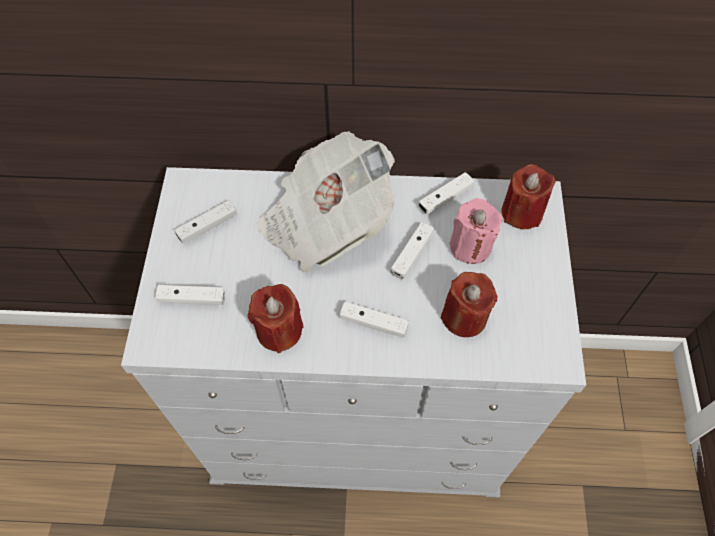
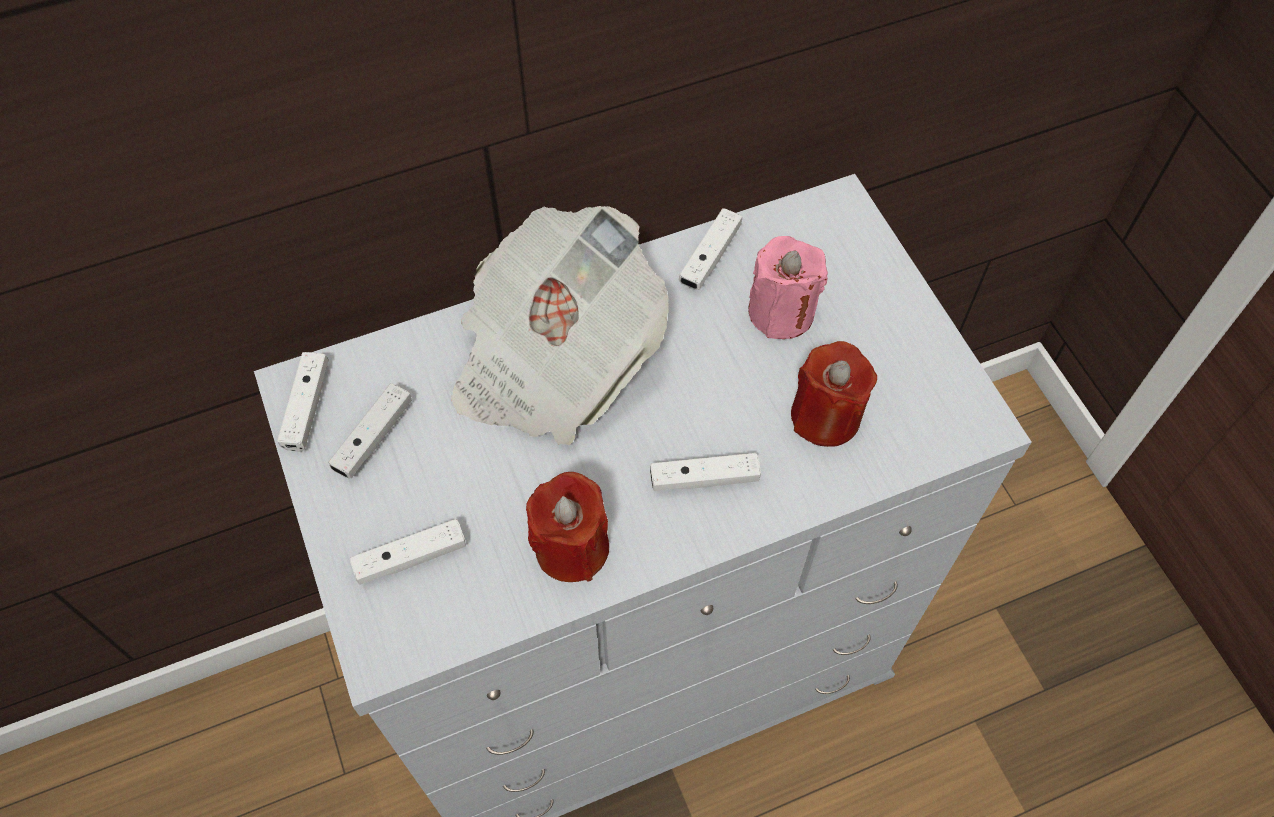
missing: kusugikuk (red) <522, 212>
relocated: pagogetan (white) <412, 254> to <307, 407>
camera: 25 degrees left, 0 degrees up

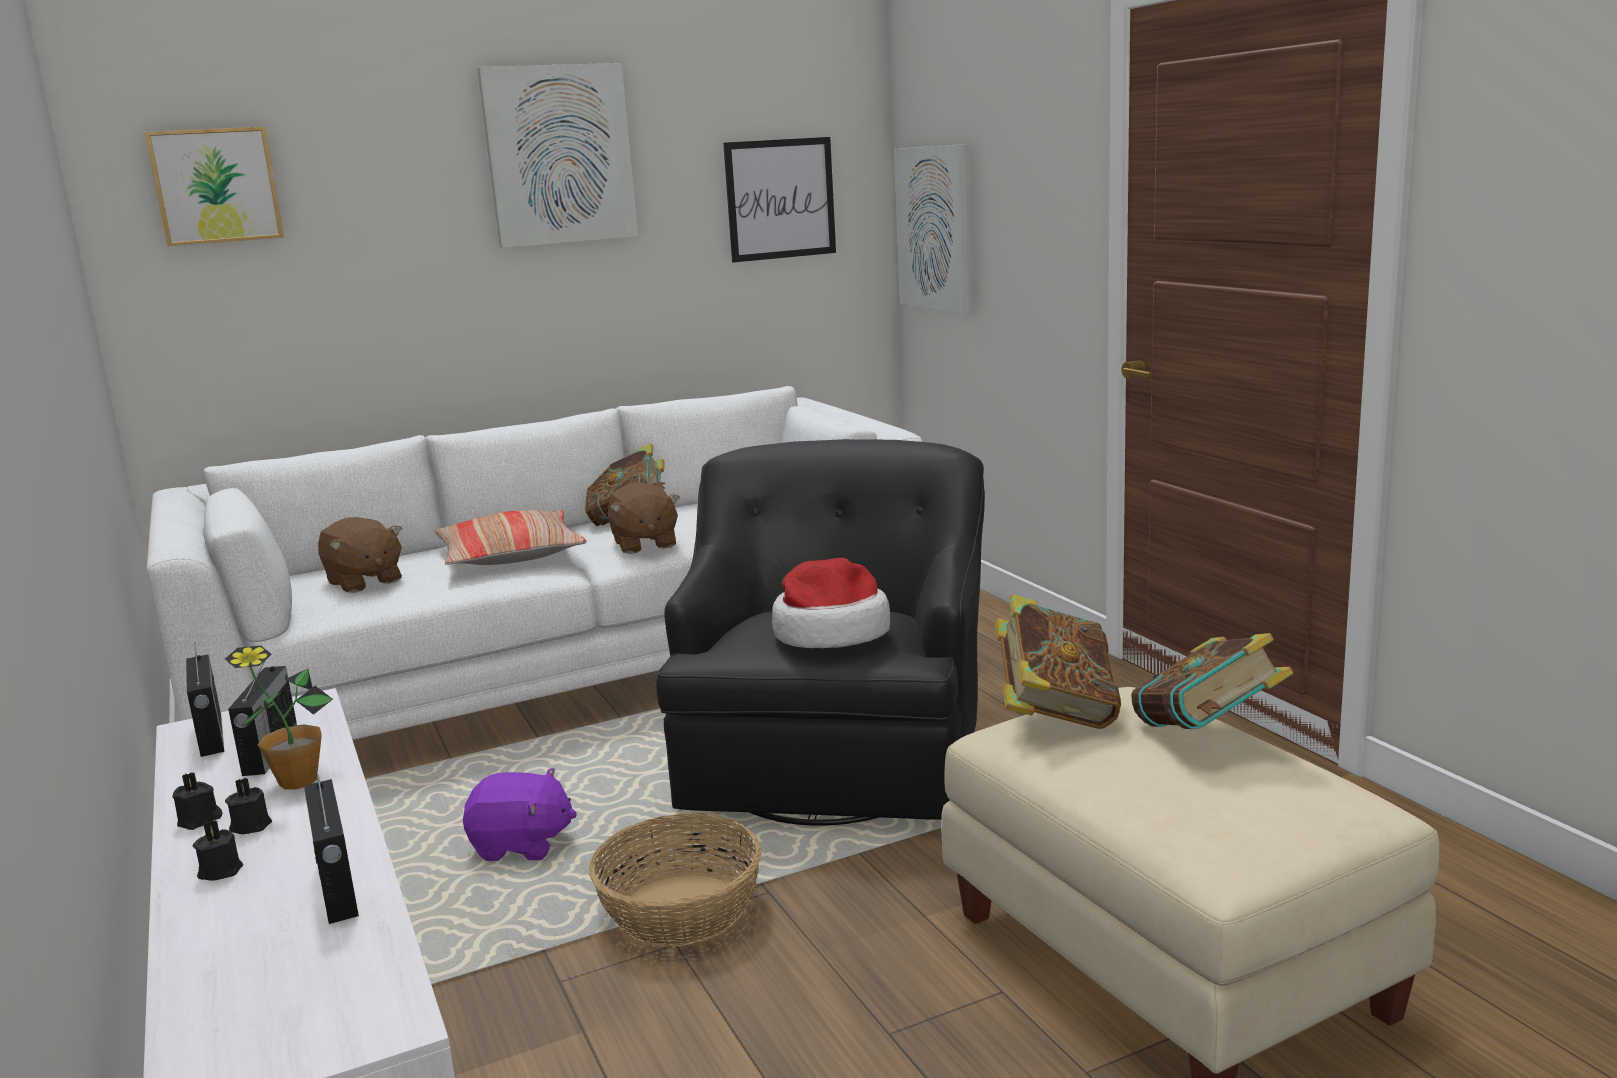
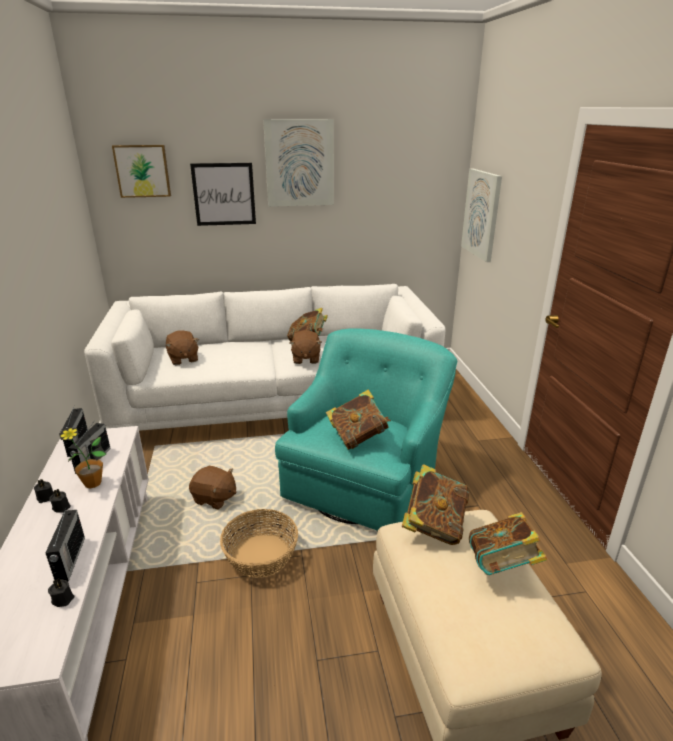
missing: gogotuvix <510, 555>
relocated: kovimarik <780, 199> to <224, 194>; kusugikuk (black) <220, 870> to <63, 598>
exchanged: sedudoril <830, 633> to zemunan <358, 438>
colour: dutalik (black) <837, 755> to dutalik (turquoise) <365, 479>; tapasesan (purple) <522, 845> to tapasesan (brown) <214, 498>
camera: 15 degrees right, 10 degrees up

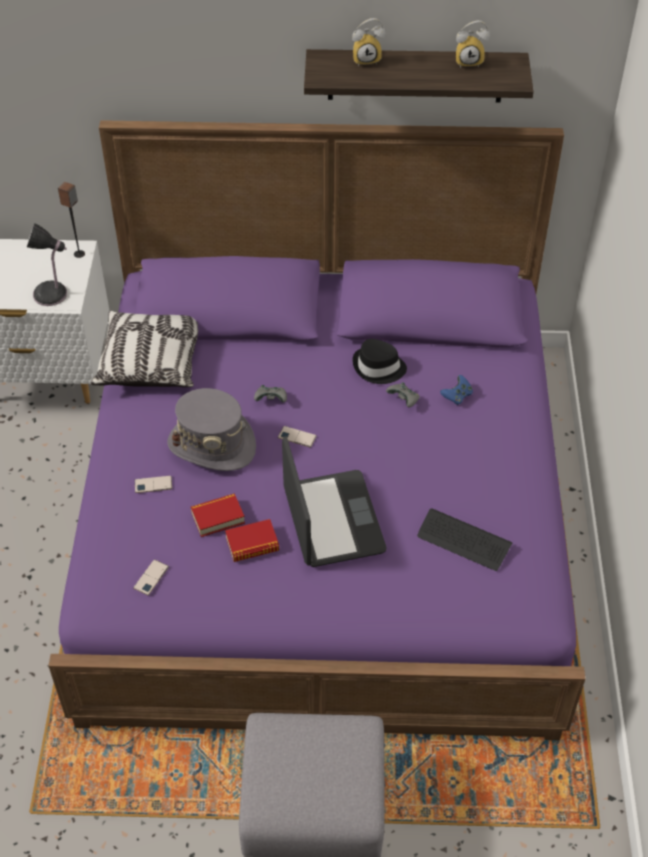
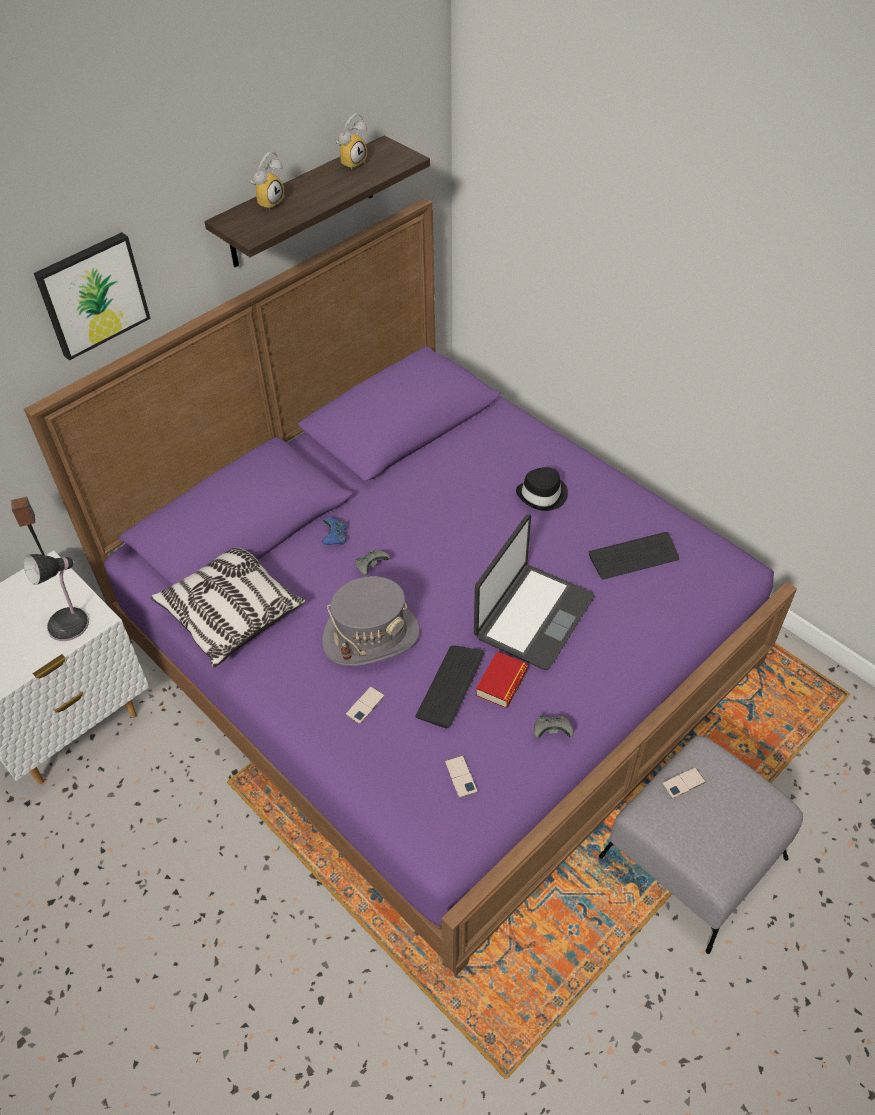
appeared: kovimarik <92, 294>
relocated: sedudoril (black) <378, 368> to <543, 495>; pagogetan (blue) <457, 396> to <335, 538>; pagogetan (grey) <404, 400> to <552, 732>; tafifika <297, 437> to <683, 783>
exchanged: zemunan <218, 518> to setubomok <450, 686>
spun: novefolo <332, 520> = <532, 616> 90 degrees clockwise
camera: 45 degrees left, 0 degrees up

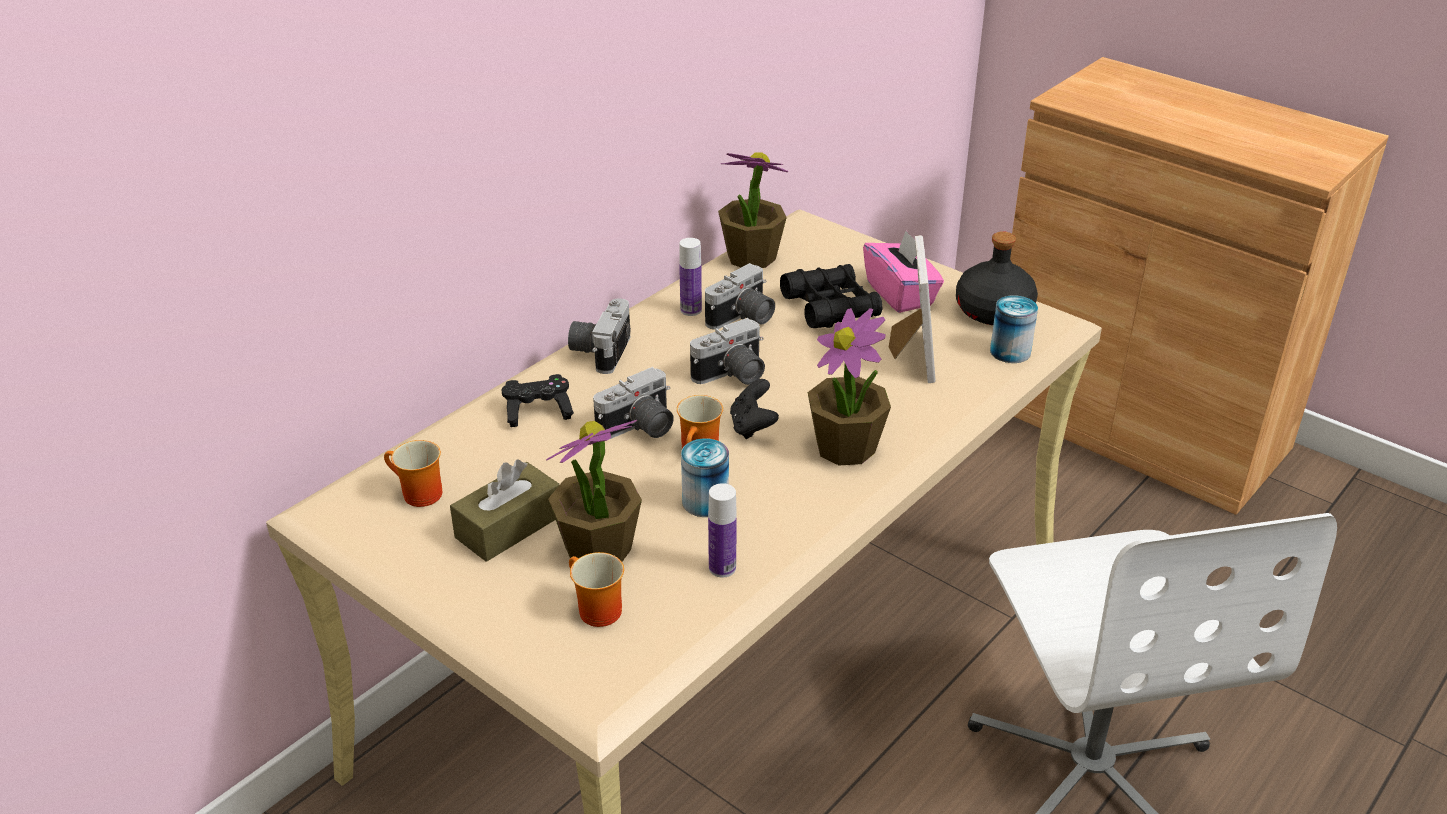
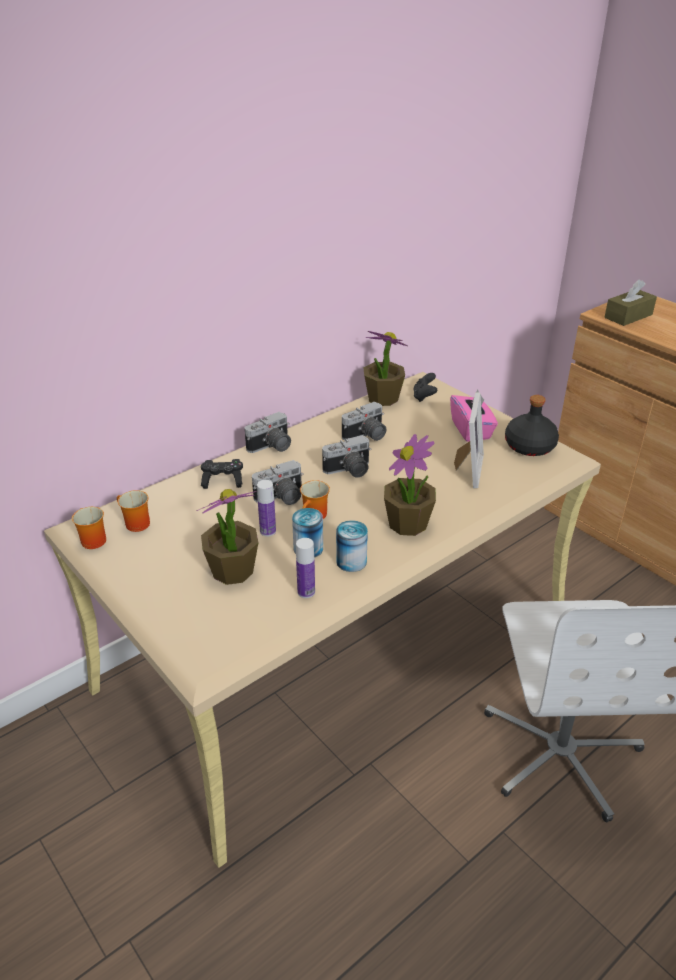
missing: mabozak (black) <830, 307>
relocated: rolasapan <691, 310> to <268, 531>; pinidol <1010, 351> to <351, 561>; pagogetan (black) <752, 426> to <424, 397>; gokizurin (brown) <509, 527> to <628, 316>; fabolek <594, 611> to <90, 540>
spun: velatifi <599, 350> = <271, 447> 150 degrees counterclockwise
camera: 10 degrees right, 0 degrees up

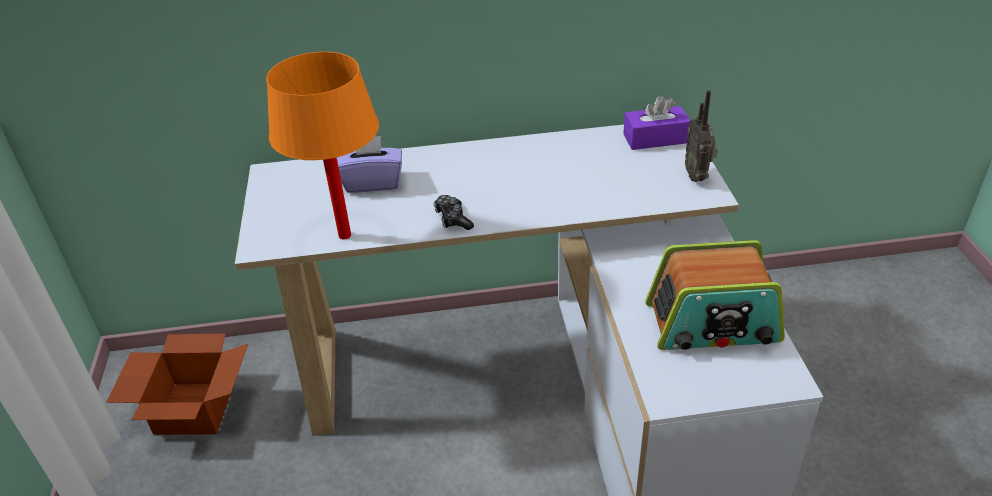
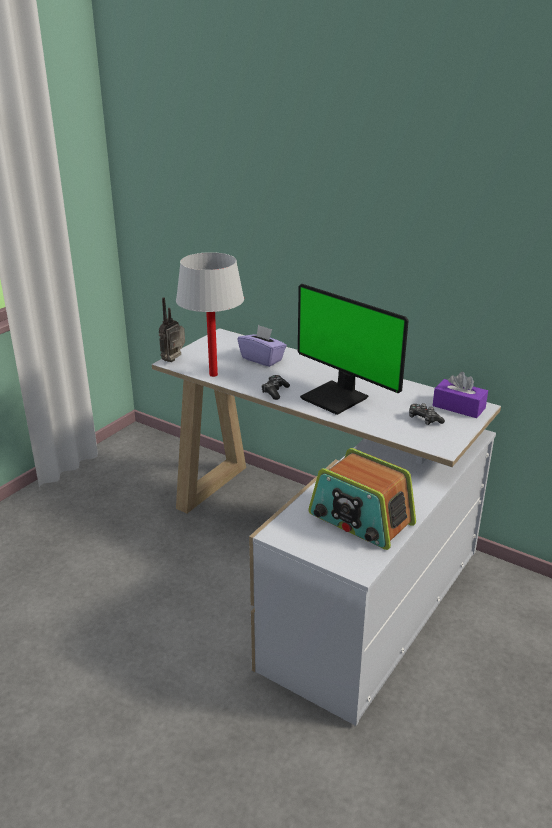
missing: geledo <193, 408>
appeared: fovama <337, 397>; pagogetan <424, 420>
relocated: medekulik <697, 176> to <174, 361>
colour: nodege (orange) <344, 235> to nodege (white) <213, 375>
camera: 40 degrees right, 10 degrees down

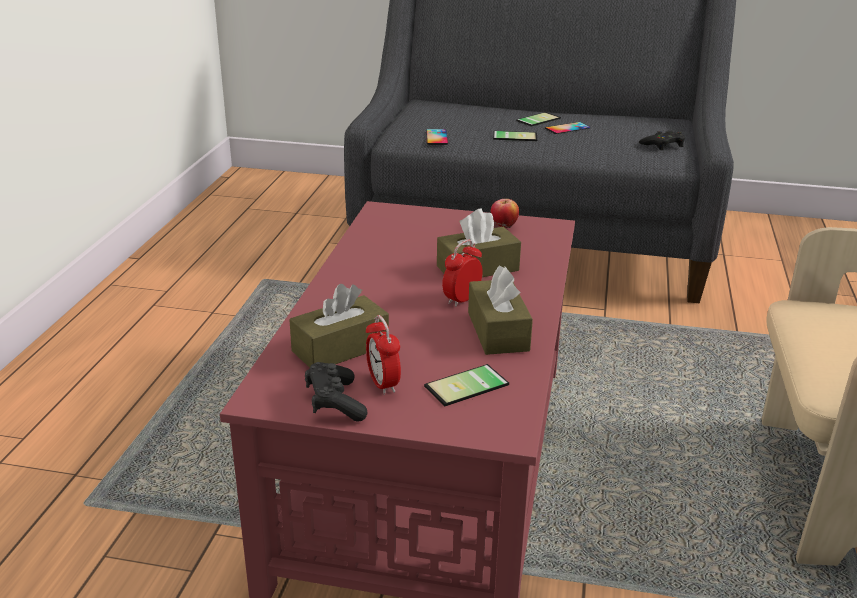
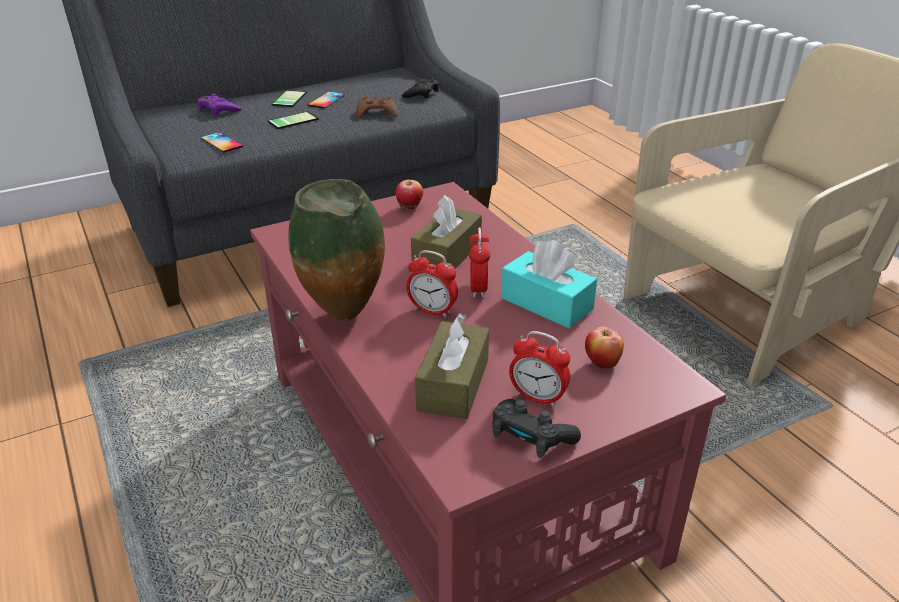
appeared: pagogetan (purple) <218, 110>; pagogetan (brown) <376, 112>; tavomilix <344, 318>; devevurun <432, 311>
exchanged: tafifika <469, 387> to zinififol <601, 364>
colour: gokizurin (brown) <498, 331> to gokizurin (turquoise) <546, 303>
camera: 40 degrees left, 5 degrees up

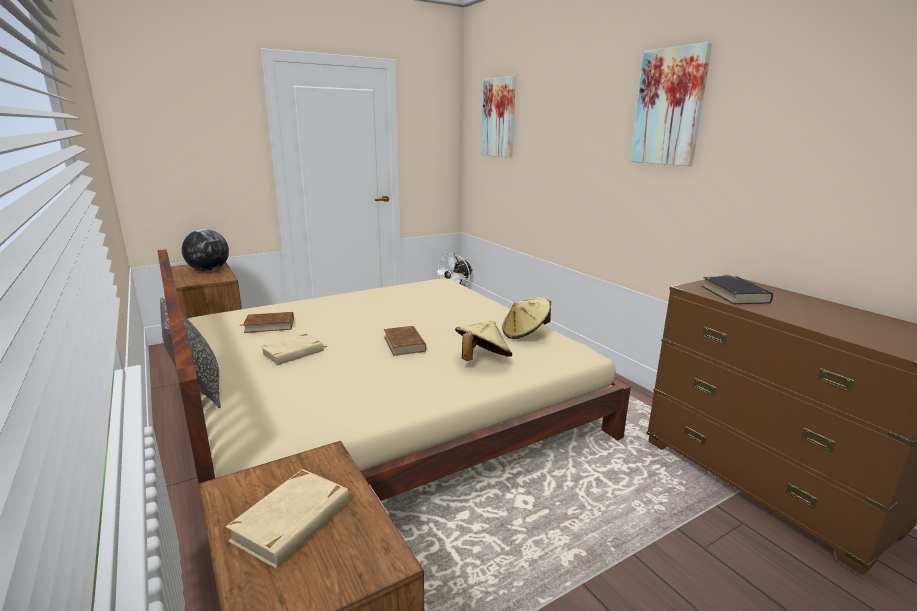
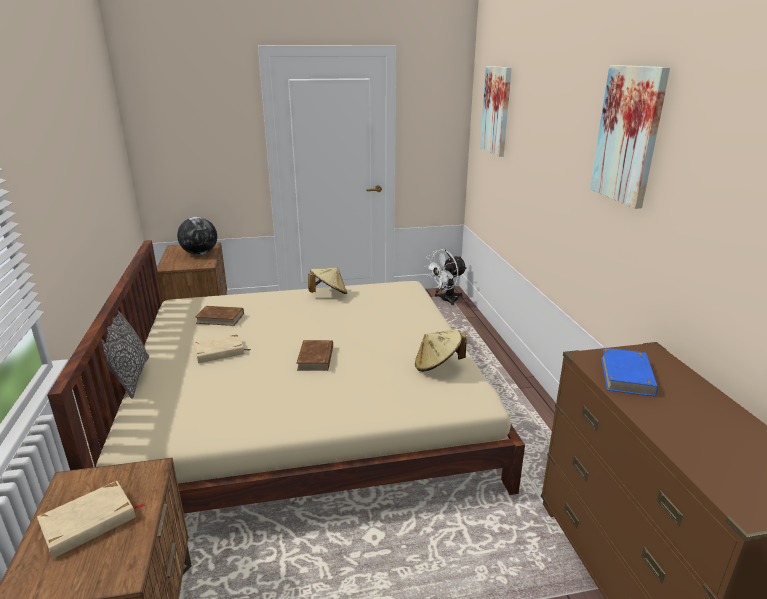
relocated: sedudoril (beige) <482, 360> to <328, 294>
colour: zemunan (black) <734, 294> to zemunan (blue) <627, 375>
camera: 20 degrees right, 5 degrees up

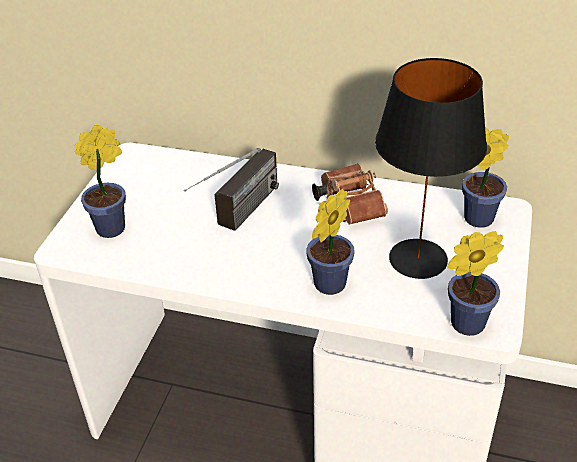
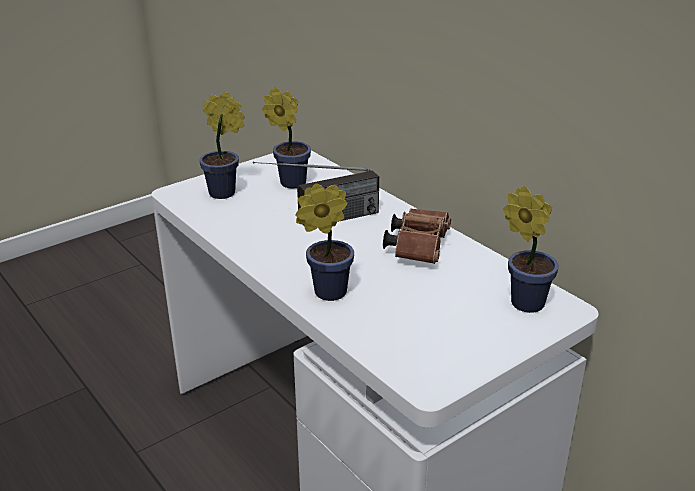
missing: nodege (black) <417, 259>
relocated: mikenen <463, 324> to <290, 182>
camera: 35 degrees right, 10 degrees down

